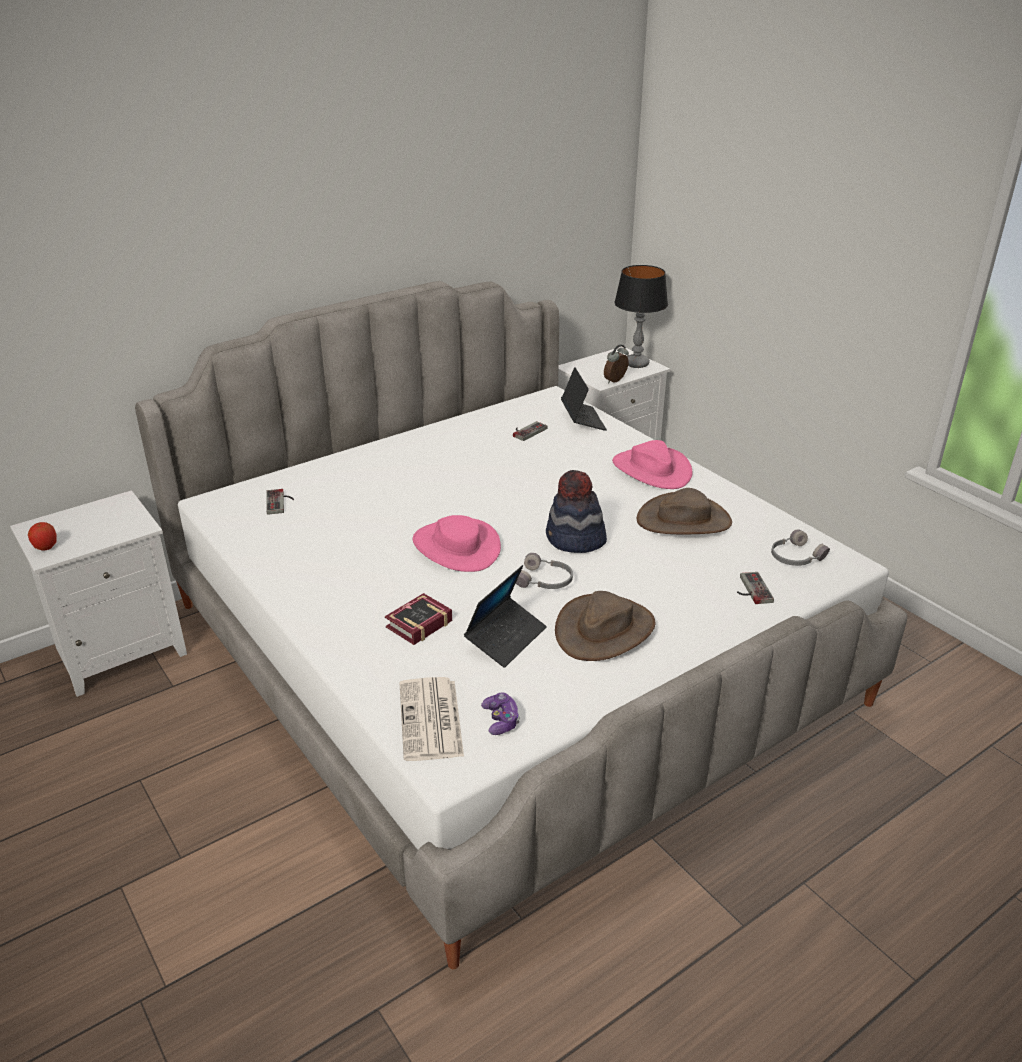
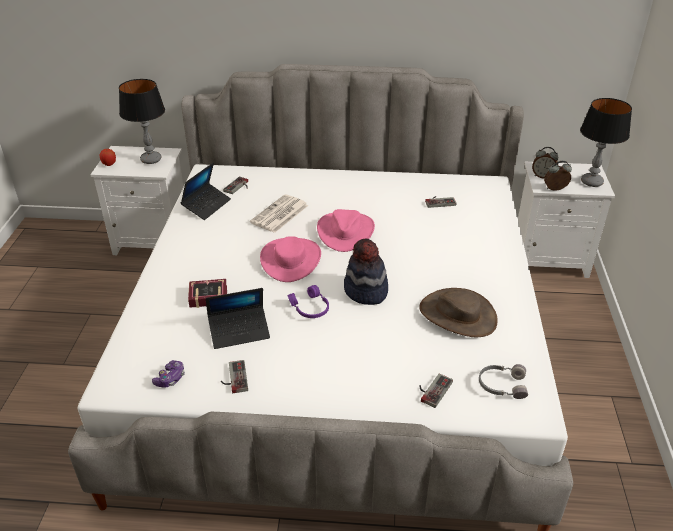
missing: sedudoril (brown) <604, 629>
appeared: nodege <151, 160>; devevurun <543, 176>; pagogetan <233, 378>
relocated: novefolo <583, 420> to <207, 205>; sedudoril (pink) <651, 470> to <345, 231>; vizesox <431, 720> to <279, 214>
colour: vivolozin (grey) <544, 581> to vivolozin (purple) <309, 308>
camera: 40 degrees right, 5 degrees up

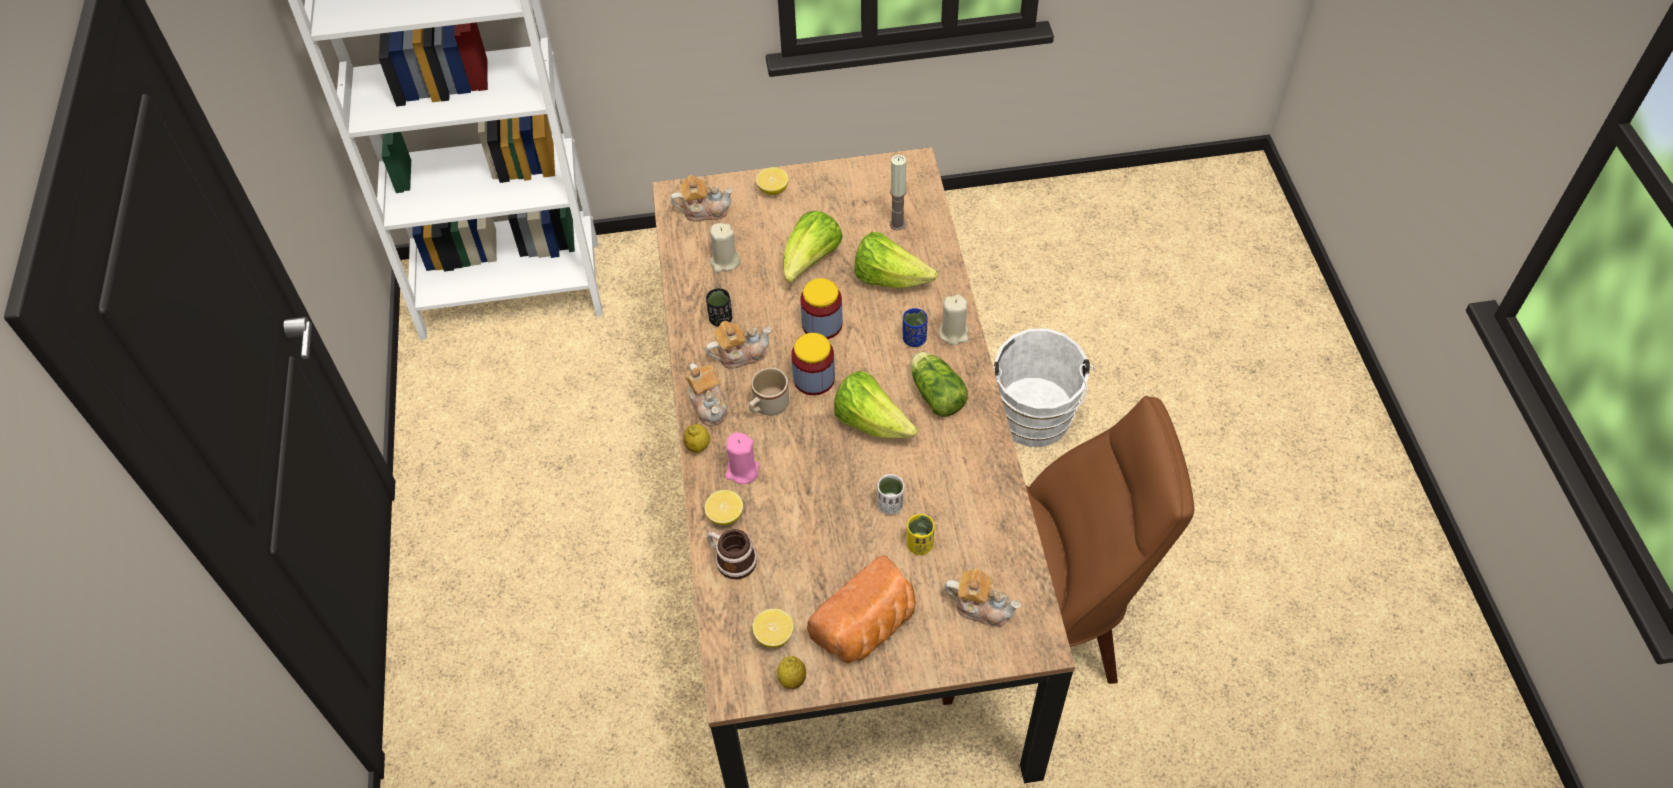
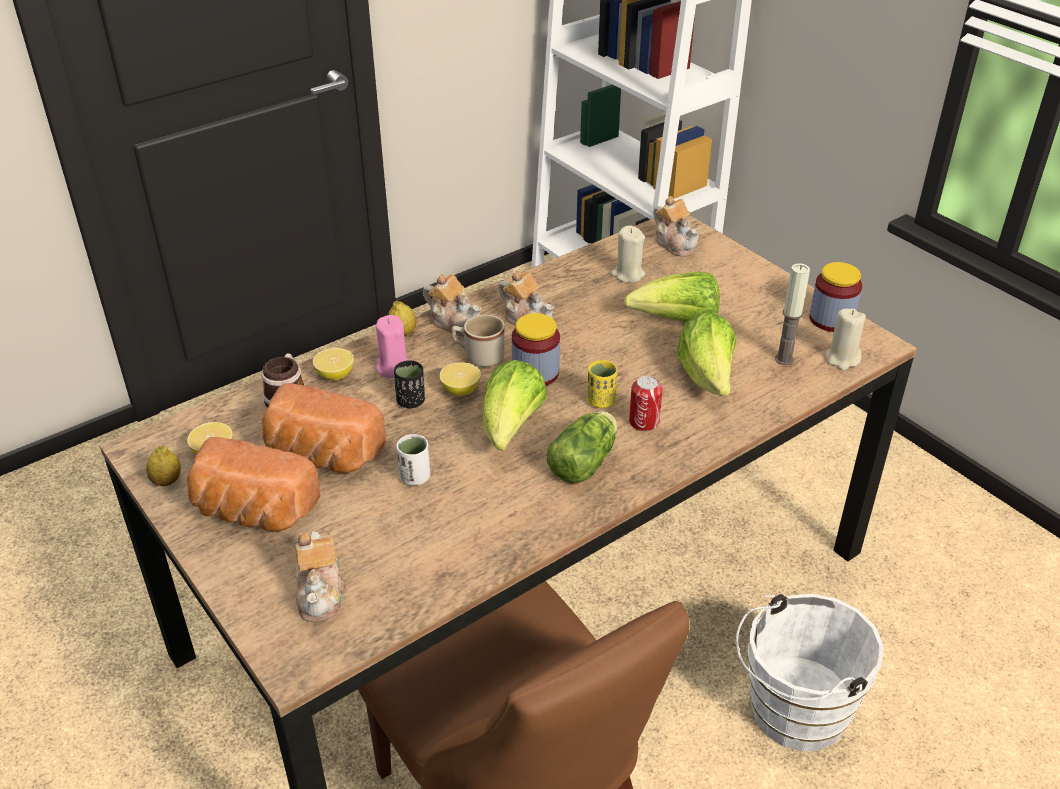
appeared: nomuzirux <321, 456>
relocated: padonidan <773, 189> to <460, 390>; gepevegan <822, 324> to <831, 319>; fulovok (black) <721, 319> to <411, 401>; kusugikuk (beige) <954, 333> to <842, 359>; fulovok (yellow) <919, 545> to <601, 401>
exchanged: fulovok (blue) <914, 339> to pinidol <644, 422>
spun: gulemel <709, 405> = <454, 322> 90 degrees counterclockwise
camera: 60 degrees right, 15 degrees down

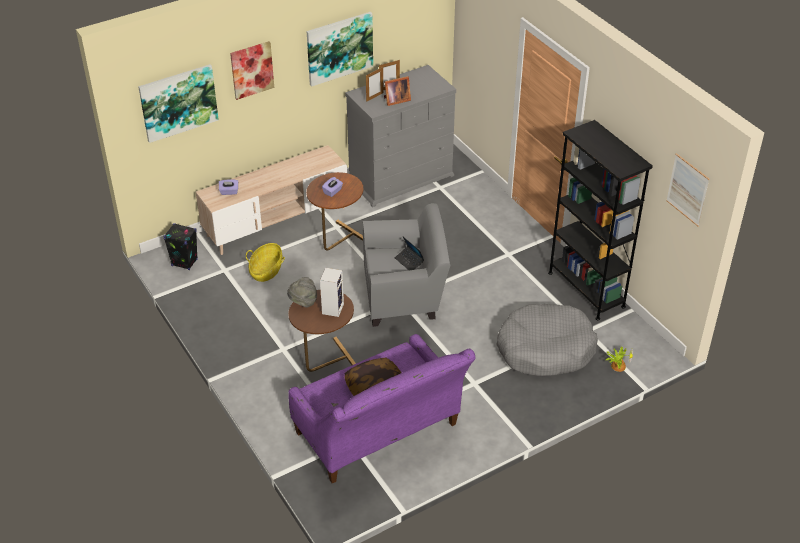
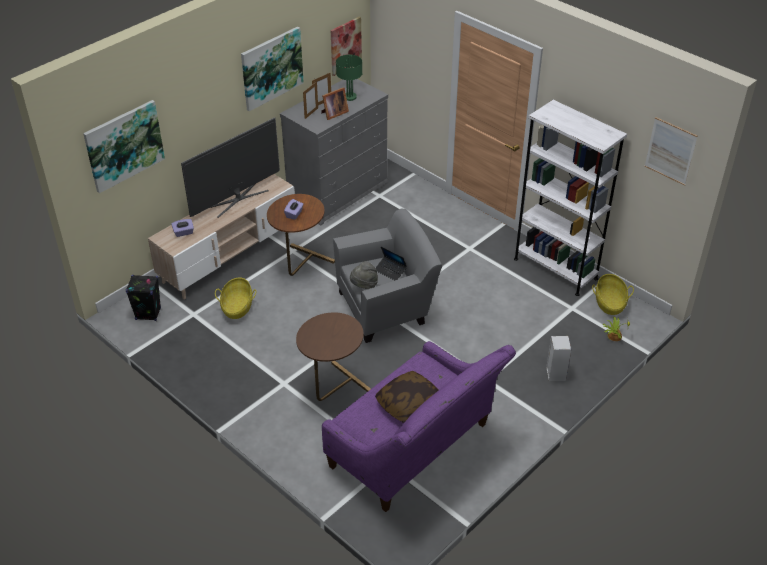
missing: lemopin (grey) <545, 349>
appeared: nodege (green) <349, 97>; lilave <237, 199>; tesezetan <610, 303>
relocated: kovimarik <252, 70> to <345, 45>; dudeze <332, 308> to <555, 373>; sedudoril (grey) <303, 302> to <364, 286>
colour: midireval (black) <586, 289> to midireval (white) <555, 269>
camera: 15 degrees left, 0 degrees up

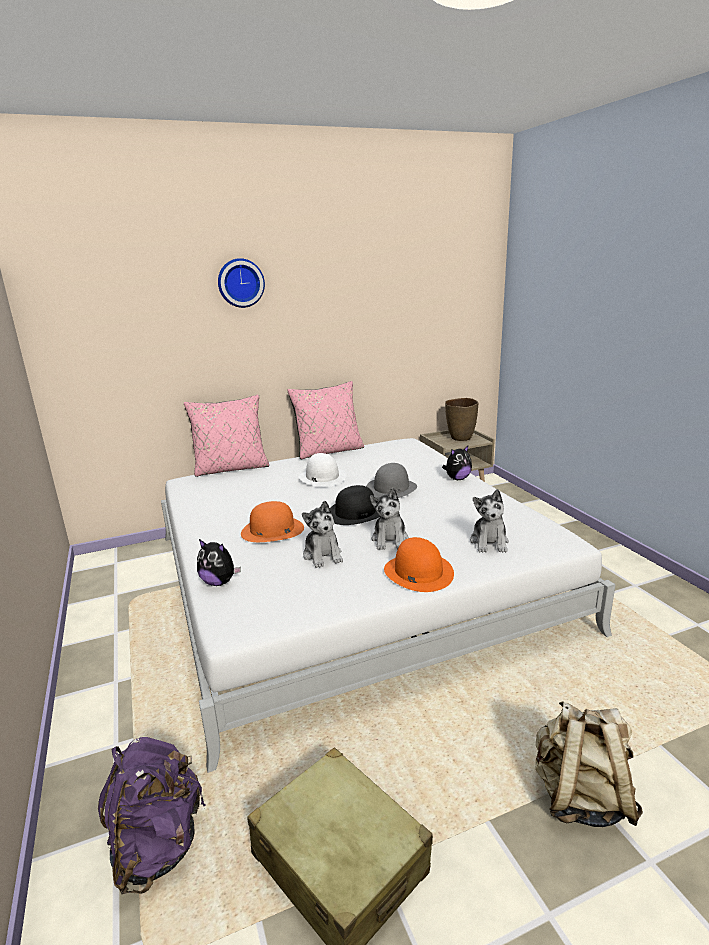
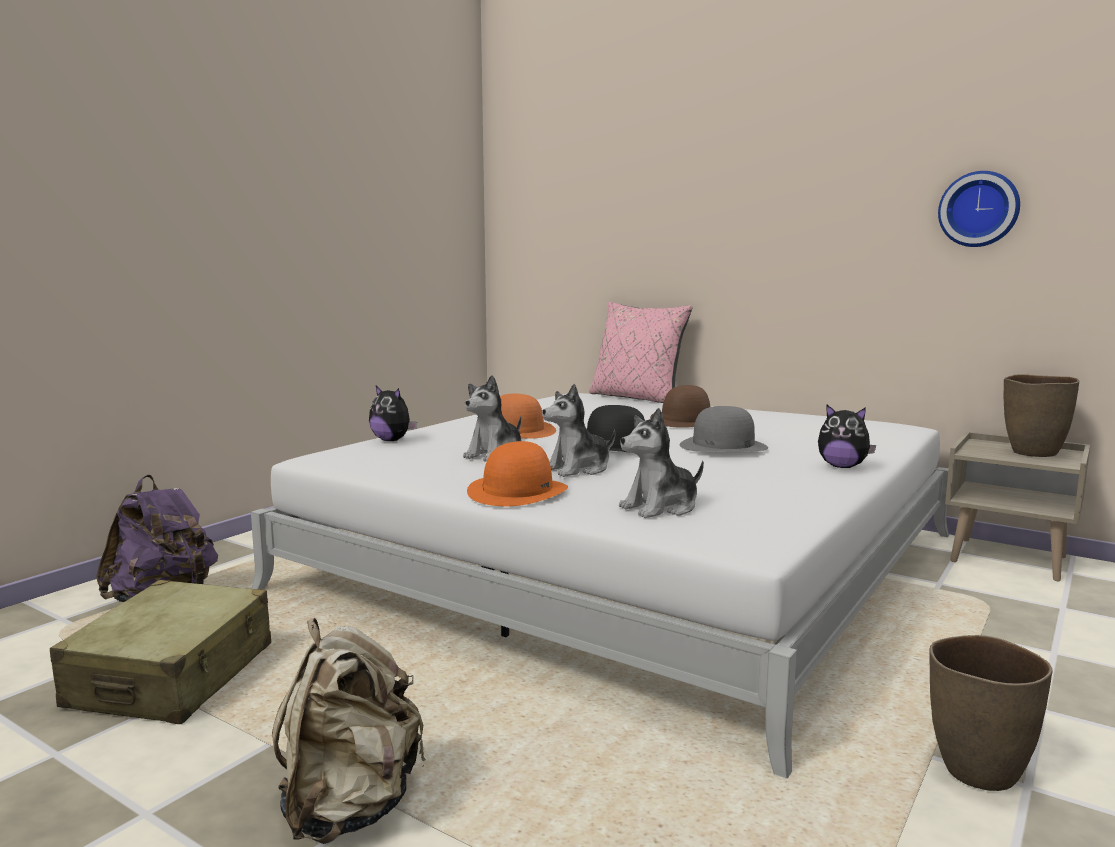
missing: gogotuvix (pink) <329, 451>
appeared: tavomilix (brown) <976, 772>
relocated: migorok <240, 283> to <979, 209>
colour: sedudoril (white) <322, 477> to sedudoril (brown) <686, 420>
spun: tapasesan <219, 582> = <392, 440> 45 degrees counterclockwise
camera: 55 degrees right, 10 degrees down

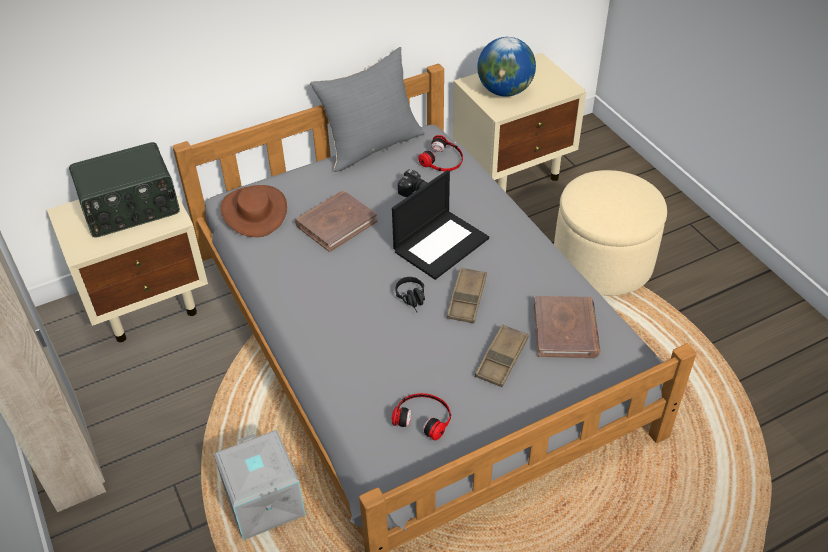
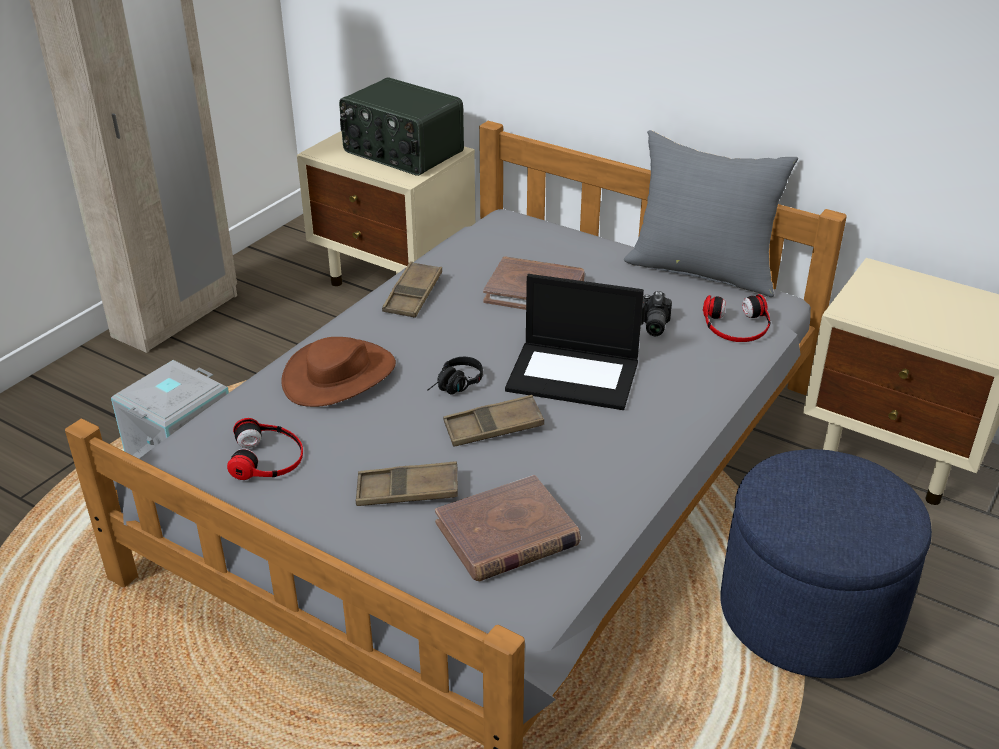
missing: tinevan <505, 91>
appeared: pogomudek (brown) <413, 295>
relocated: sedudoril (brown) <255, 211> to <339, 375>
colour: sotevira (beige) <602, 262> to sotevira (blue) <808, 613>
camera: 60 degrees right, 10 degrees down

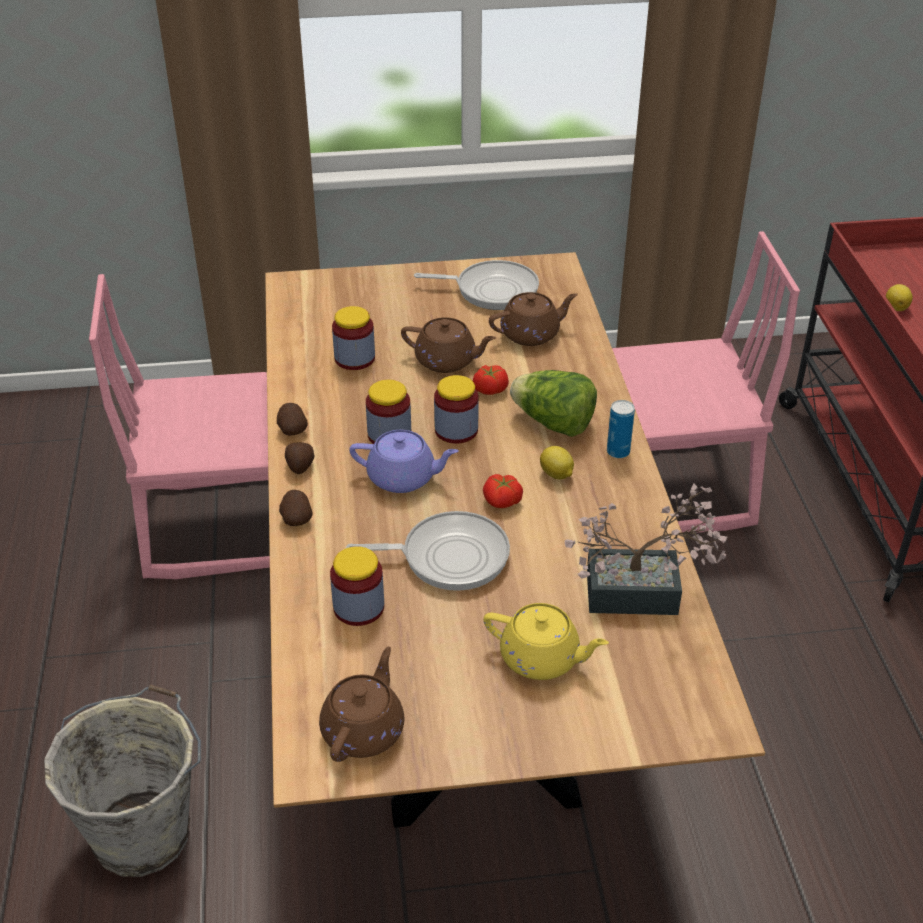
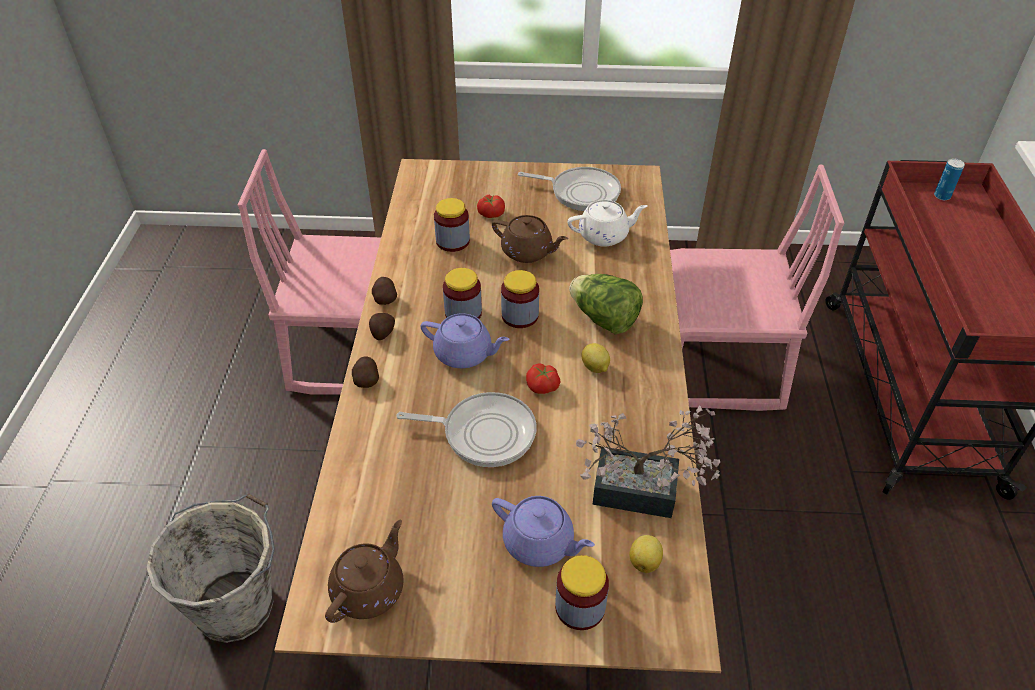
relocated: padonidan <896, 307> to <645, 561>; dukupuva <489, 389> to <491, 213>; pinidol <618, 452> to <942, 196>; gepevegan <358, 607> to <580, 607>
colour: gulemel (brown) <531, 334> to gulemel (white) <604, 235>; gulemel (yellow) <542, 658> to gulemel (purple) <540, 543>
camera: 10 degrees right, 5 degrees up

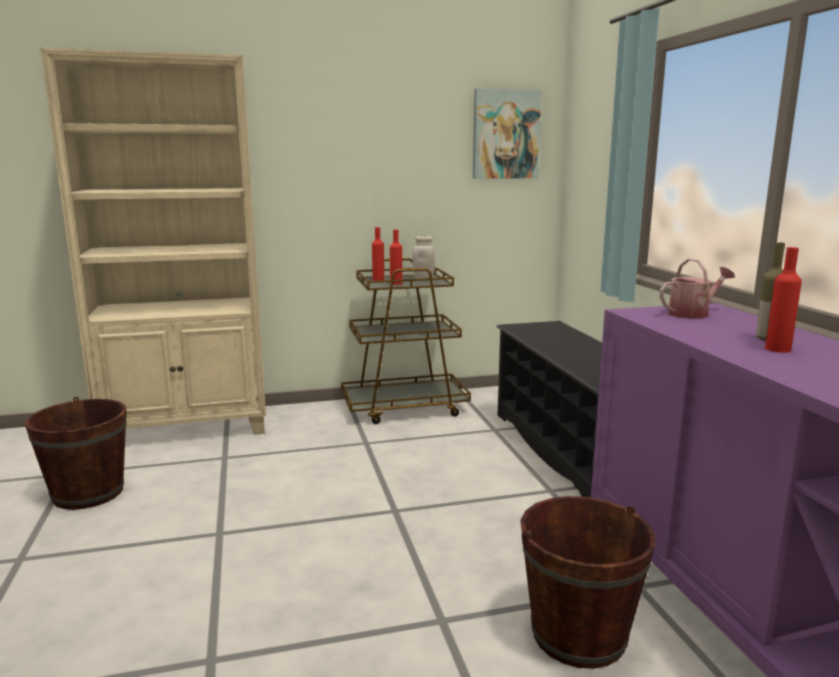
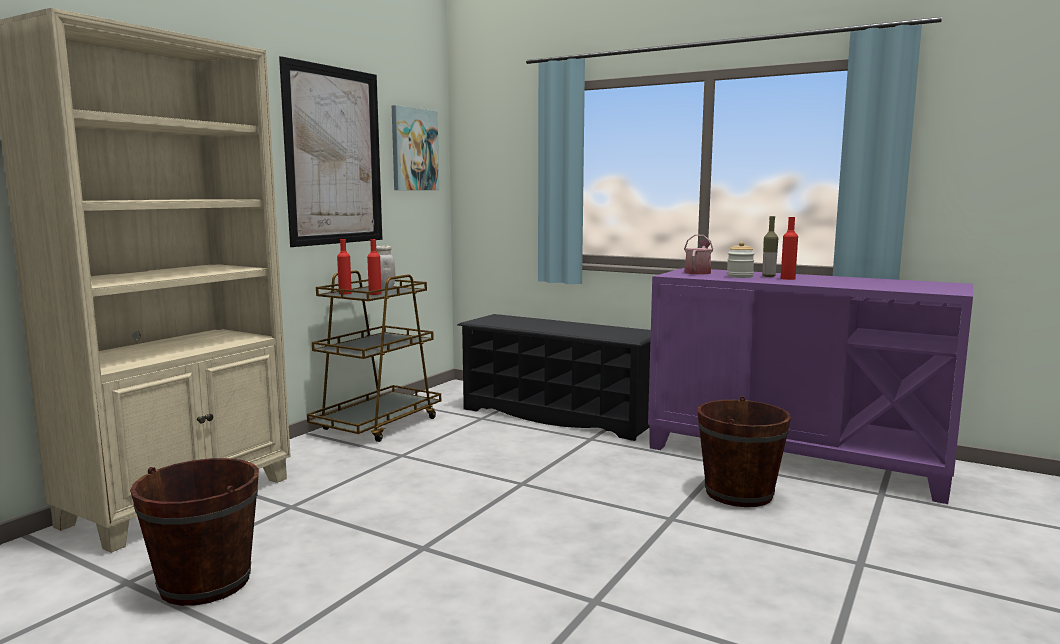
appeared: kovimarik <334, 156>; gepevegan <739, 276>
camera: 45 degrees left, 5 degrees down

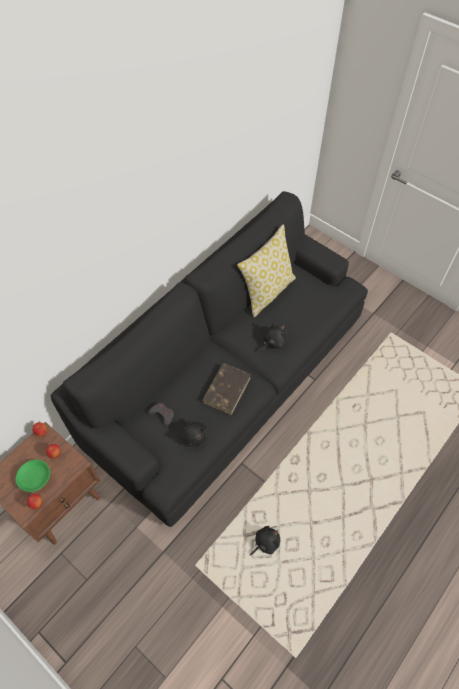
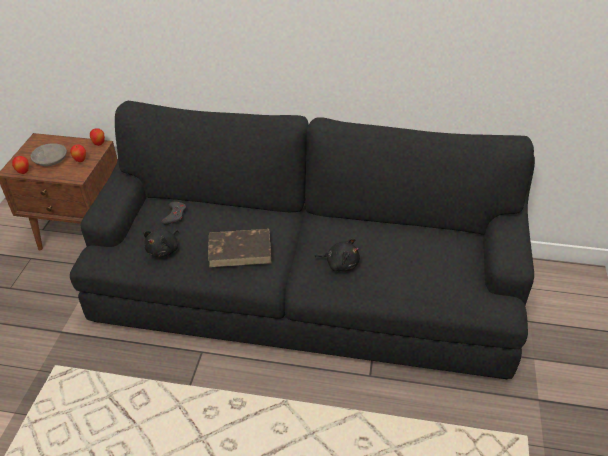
missing: gogotuvix <267, 291>; tapasesan (black) <265, 543>
colour: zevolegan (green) <34, 478> to zevolegan (grey) <50, 159>
camera: 60 degrees right, 15 degrees down

